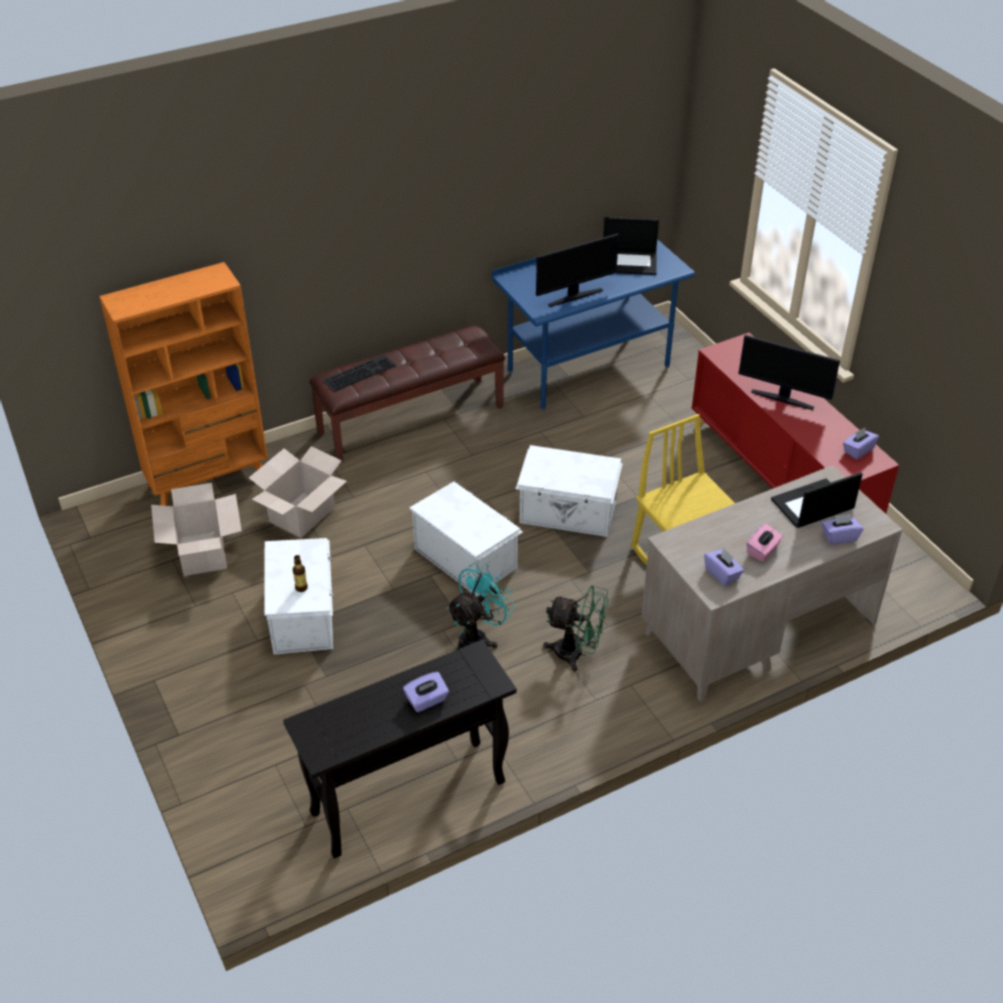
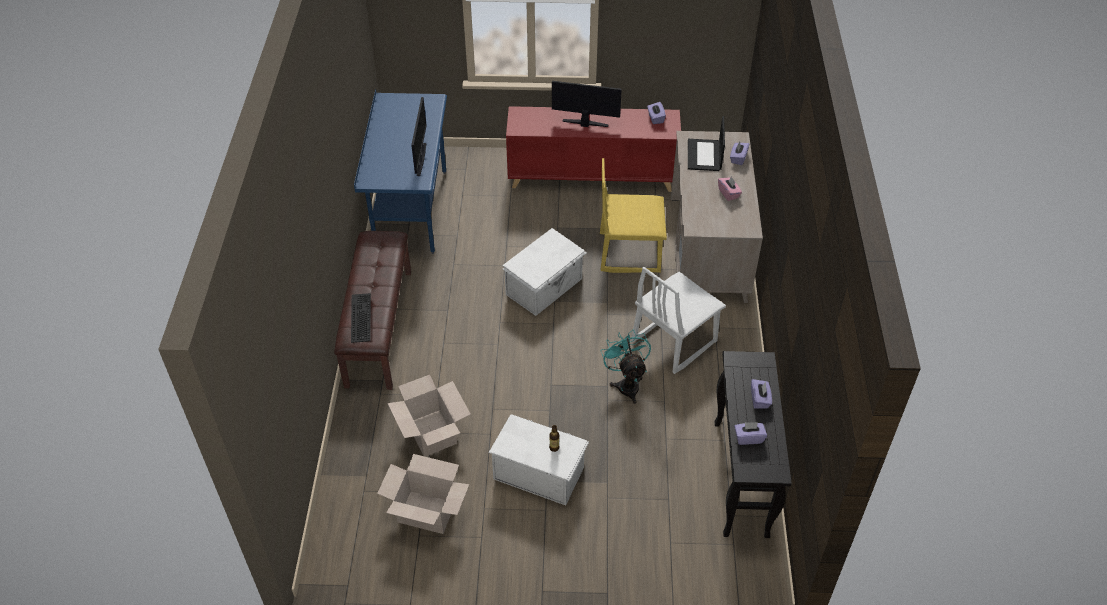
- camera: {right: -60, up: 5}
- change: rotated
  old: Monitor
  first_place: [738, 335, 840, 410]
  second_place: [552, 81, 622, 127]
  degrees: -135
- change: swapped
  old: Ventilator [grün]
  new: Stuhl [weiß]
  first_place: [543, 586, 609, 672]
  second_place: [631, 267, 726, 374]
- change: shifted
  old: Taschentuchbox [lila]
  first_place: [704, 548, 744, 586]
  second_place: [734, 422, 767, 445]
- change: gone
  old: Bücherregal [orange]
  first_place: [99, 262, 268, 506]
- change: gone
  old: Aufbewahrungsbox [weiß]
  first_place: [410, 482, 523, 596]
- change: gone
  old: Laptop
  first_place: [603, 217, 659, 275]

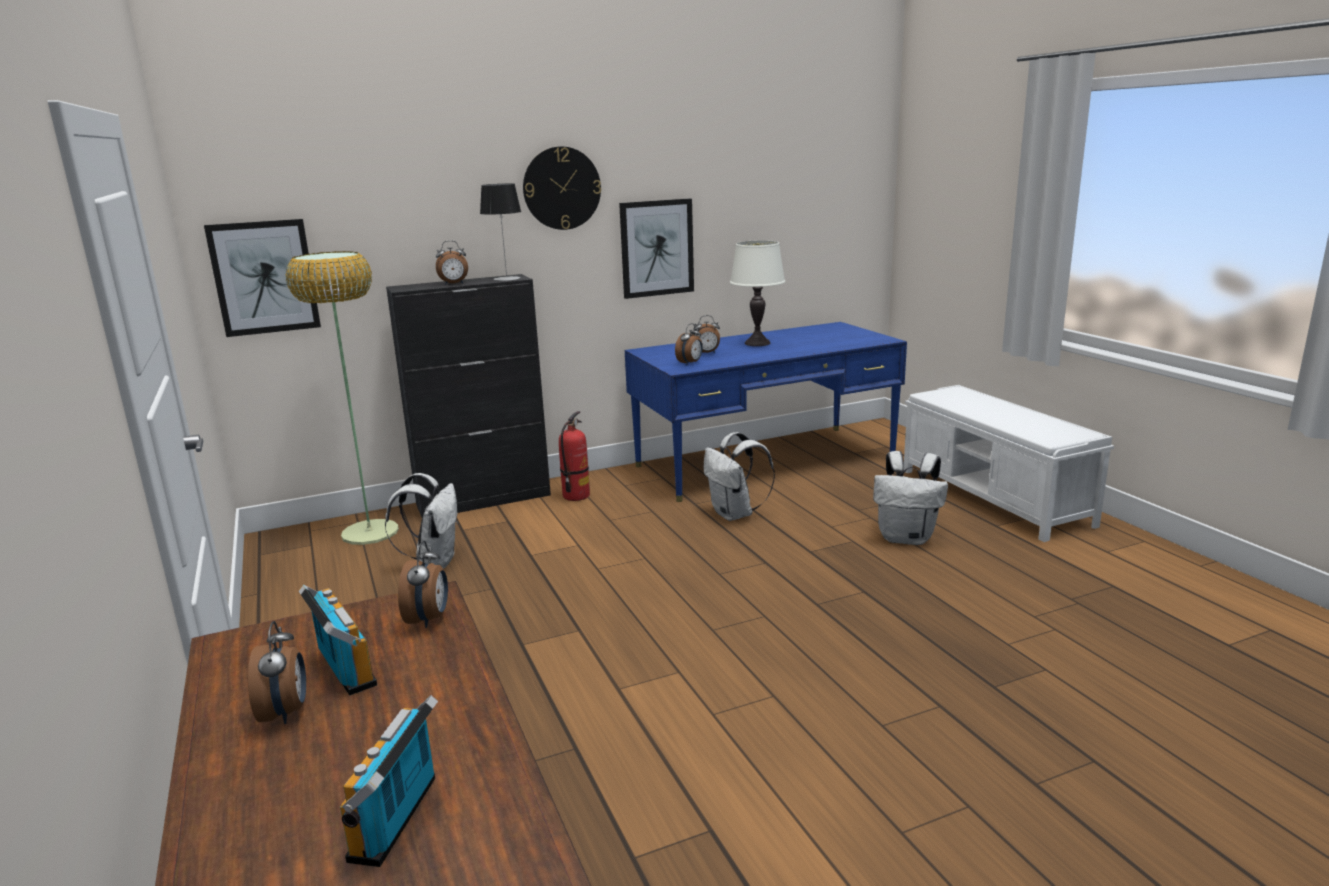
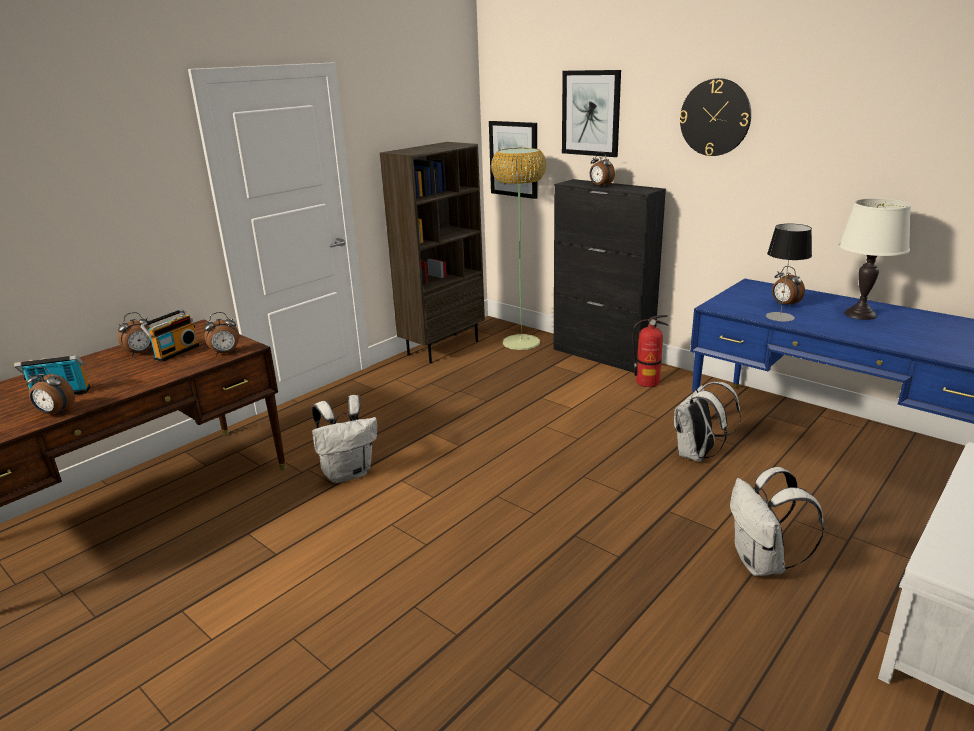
- camera: {right: 65, up: 5}
- change: shifted
  old: Wecker
  first_place: [675, 323, 703, 365]
  second_place: [26, 366, 75, 415]
- change: shifted
  old: Rucksack [weiß]
  first_place: [385, 473, 458, 569]
  second_place: [312, 395, 377, 483]
- change: new
  new: Bücherregal [braun]
  second_place: [380, 142, 485, 363]
- change: shifted
  old: Bild
  first_place: [619, 198, 694, 299]
  second_place: [562, 70, 621, 157]
- change: shifted
  old: Tischlampe
  first_place: [480, 183, 521, 281]
  second_place: [766, 224, 812, 322]

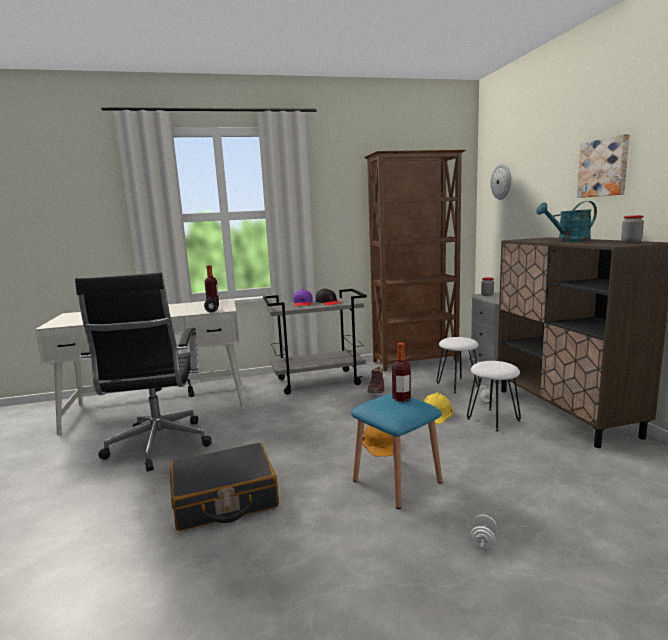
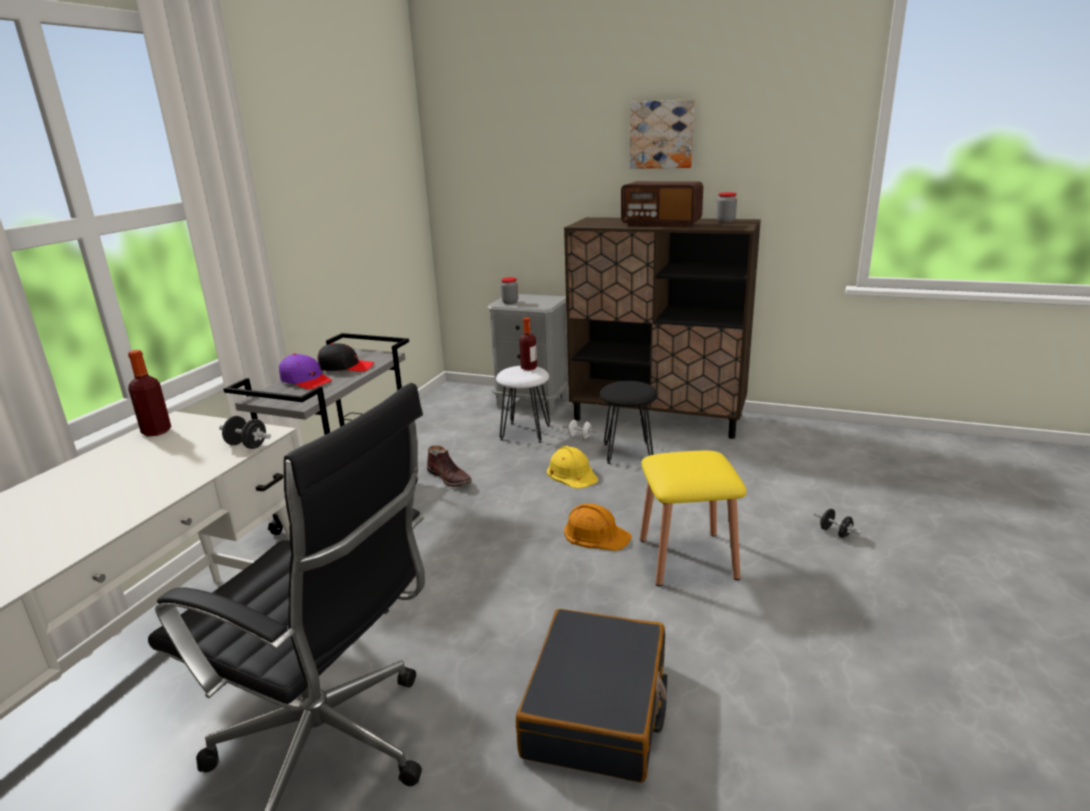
- camera: {right: -55, up: 10}
- change: shifted
  old: Flasche
  first_place: [392, 343, 411, 402]
  second_place: [519, 318, 537, 370]
- change: repainted
  old: Hocker [weiß]
  new: Hocker [schwarz]
  first_place: [467, 361, 521, 432]
  second_place: [600, 381, 658, 464]
- change: swapped
  old: Gießkanne [türkis]
  new: Radio
  first_place: [536, 201, 597, 242]
  second_place: [621, 181, 703, 228]
- change: repainted
  old: Hocker [blau]
  new: Hocker [gelb]
  first_place: [351, 393, 442, 509]
  second_place: [640, 451, 746, 586]
- change: new
  new: Hantel [schwarz]
  second_place: [814, 509, 861, 538]
- change: gone
  old: Bücherregal [braun]
  first_place: [364, 150, 466, 372]
- change: gone
  old: Hantel [weiß]
  first_place: [471, 514, 497, 550]
- change: gone
  old: Wanduhr
  first_place: [491, 164, 511, 200]

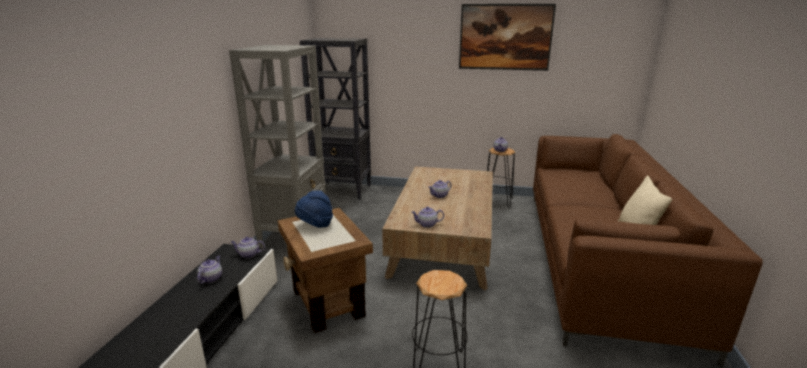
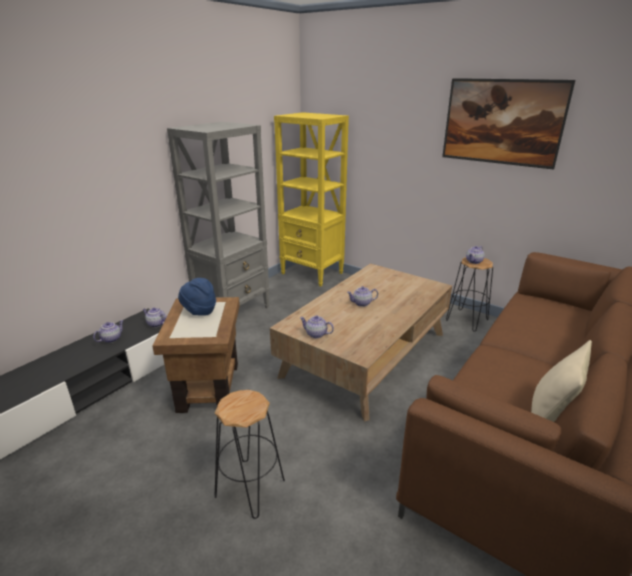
- camera: {right: 25, up: 5}
- change: repainted
  old: Bücherregal [schwarz]
  new: Bücherregal [gelb]
  first_place: [300, 38, 371, 199]
  second_place: [274, 112, 349, 287]

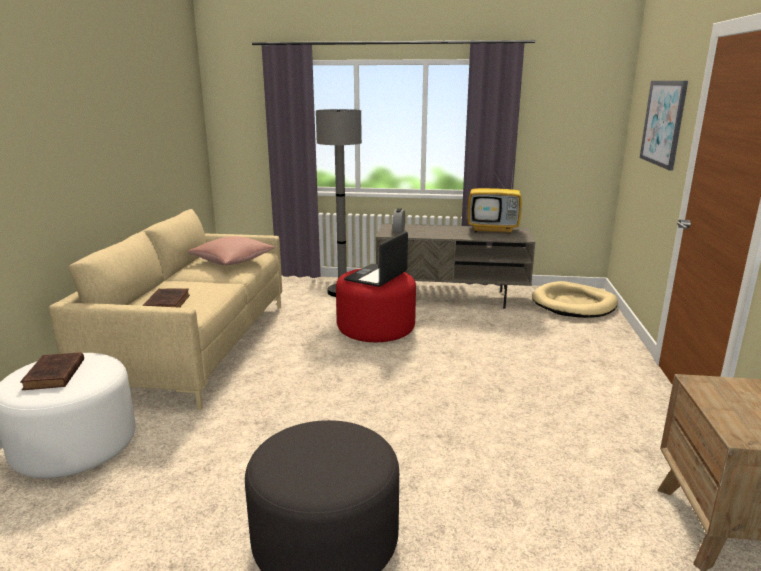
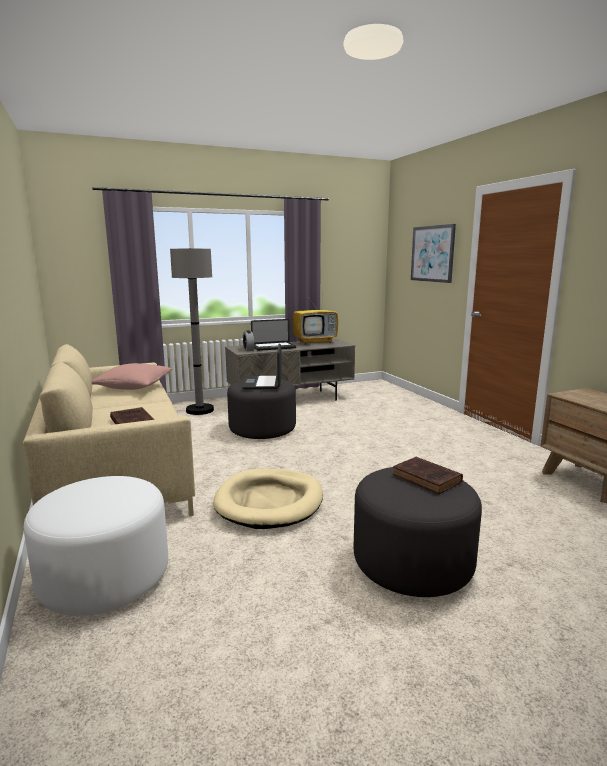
- camera: {right: -30, up: -5}
- change: shifted
  old: Hundebett [beige]
  first_place: [532, 281, 618, 318]
  second_place: [213, 469, 323, 529]
- change: repainted
  old: Polsterhocker [rot]
  new: Polsterhocker [grau]
  first_place: [336, 268, 416, 342]
  second_place: [227, 379, 296, 439]
- change: new
  new: Laptop
  second_place: [251, 319, 296, 351]
- change: shifted
  old: Buch [braun]
  first_place: [20, 352, 84, 390]
  second_place: [393, 457, 463, 494]

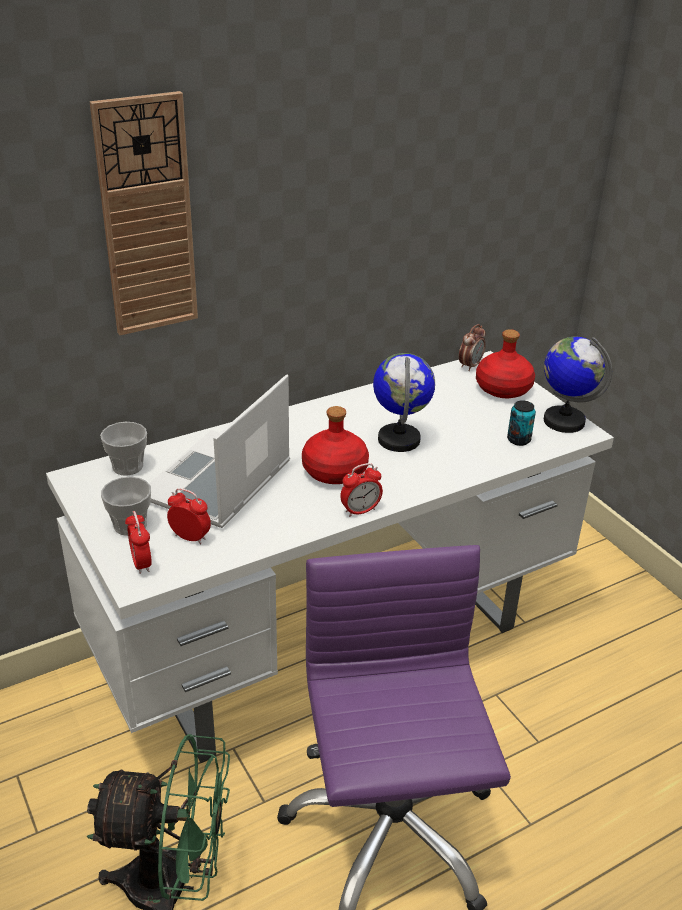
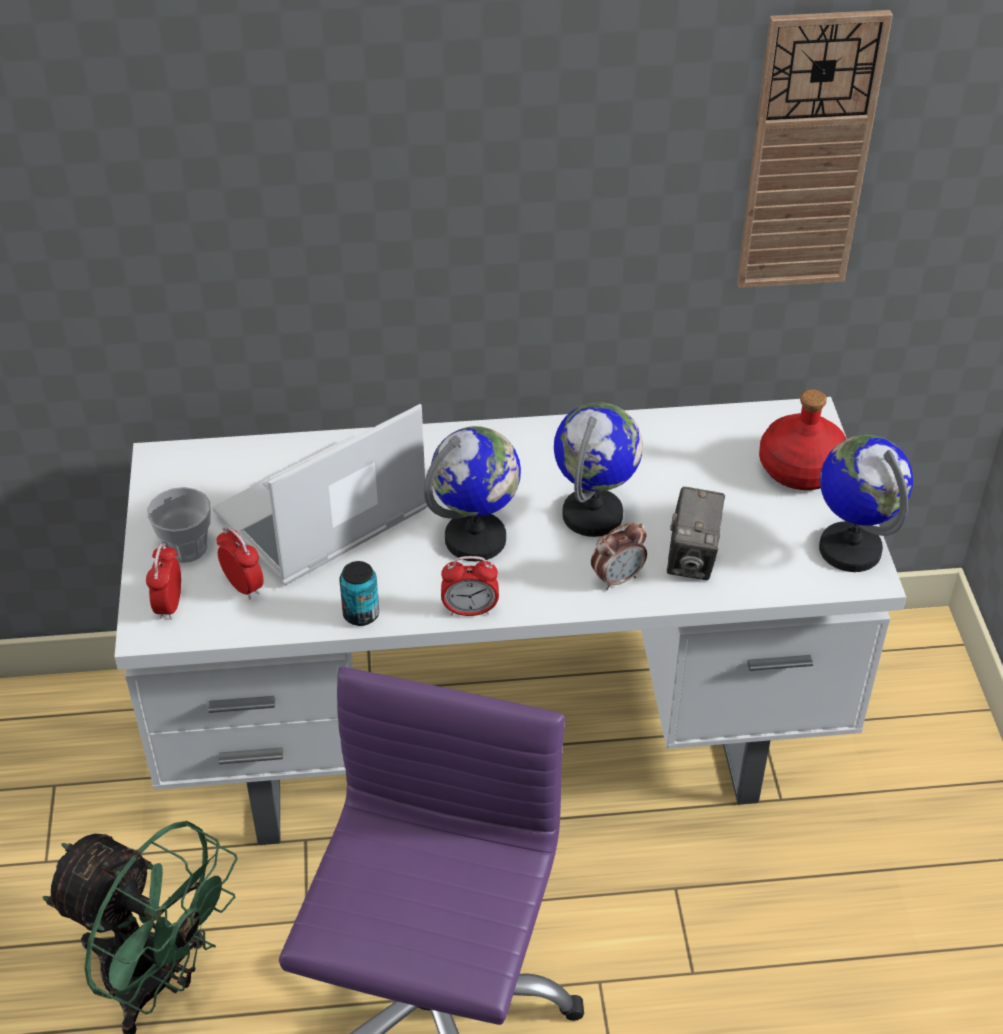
- camera: {right: 25, up: 10}
- change: shifted
  old: Dose
  first_place: [507, 400, 536, 446]
  second_place: [339, 561, 379, 626]
- change: swapped
  old: Flasche [rot]
  new: Globus
  first_place: [302, 406, 369, 484]
  second_place: [424, 426, 521, 562]
- change: shifted
  old: Wecker
  first_place: [459, 324, 486, 371]
  second_place: [591, 522, 647, 590]
- change: new
  new: Kamera
  second_place: [667, 487, 725, 580]
- change: shifted
  old: Wanduhr
  first_place: [90, 91, 198, 335]
  second_place: [737, 10, 893, 288]
- change: gone
  old: Tasse
  first_place: [100, 422, 147, 476]

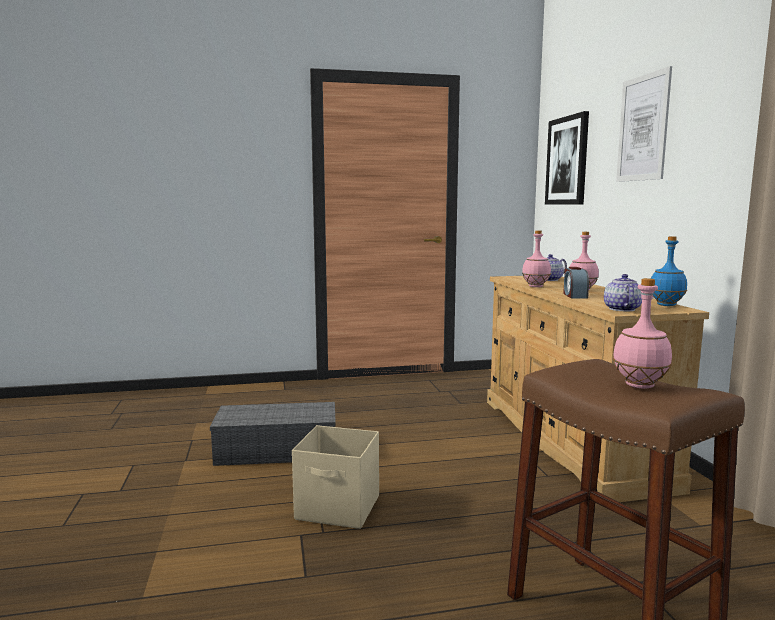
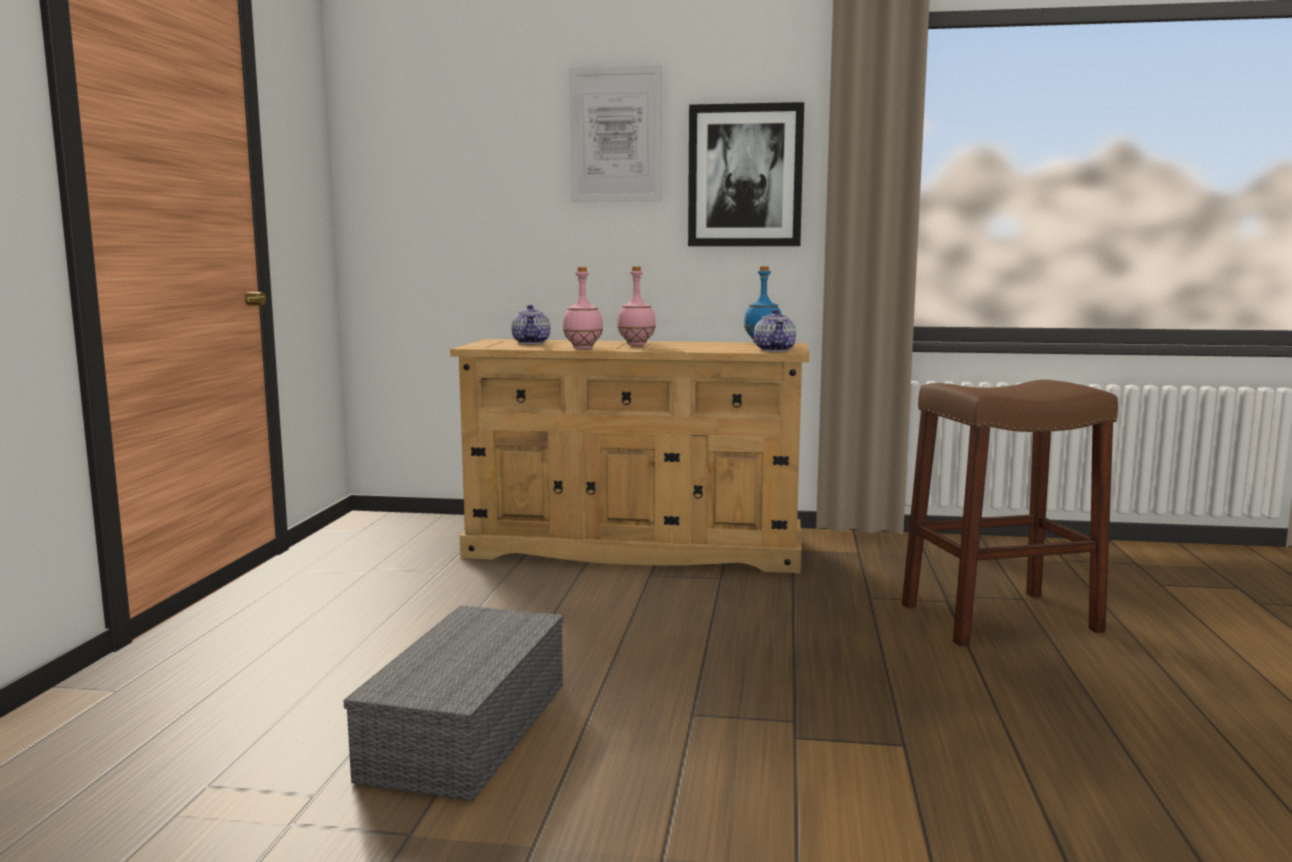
- camera: {right: -70, up: 0}
- change: shifted
  old: Bild
  first_place: [545, 111, 589, 204]
  second_place: [688, 102, 804, 246]
- change: rotated
  old: Teekanne
  first_place: [604, 274, 642, 311]
  second_place: [754, 309, 796, 352]
  degrees: -120
- change: gone
  old: Aufbewahrungsbox [beige]
  first_place: [292, 425, 379, 529]
- change: gone
  old: Wecker
  first_place: [563, 267, 589, 298]
- change: gone
  old: Flasche [rosa]
  first_place: [613, 278, 672, 389]

